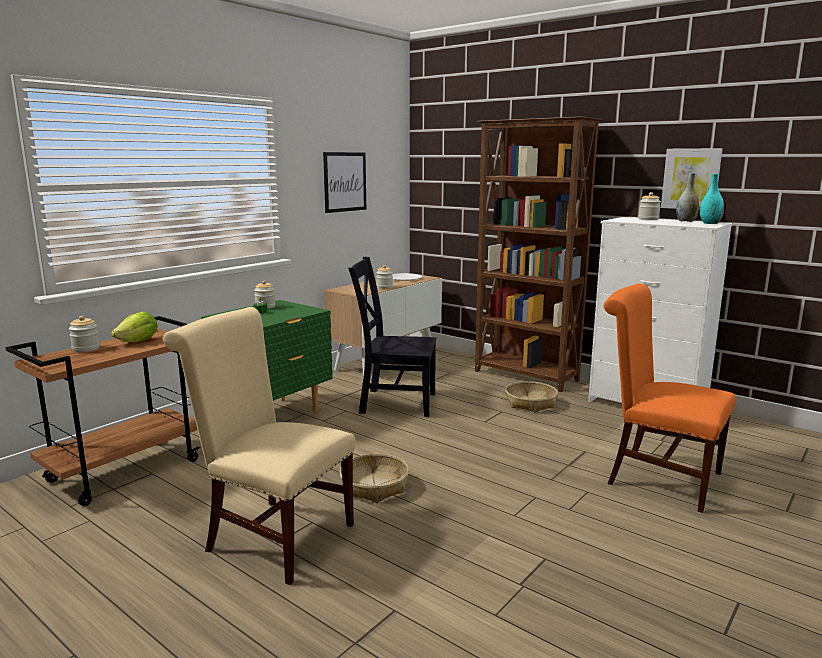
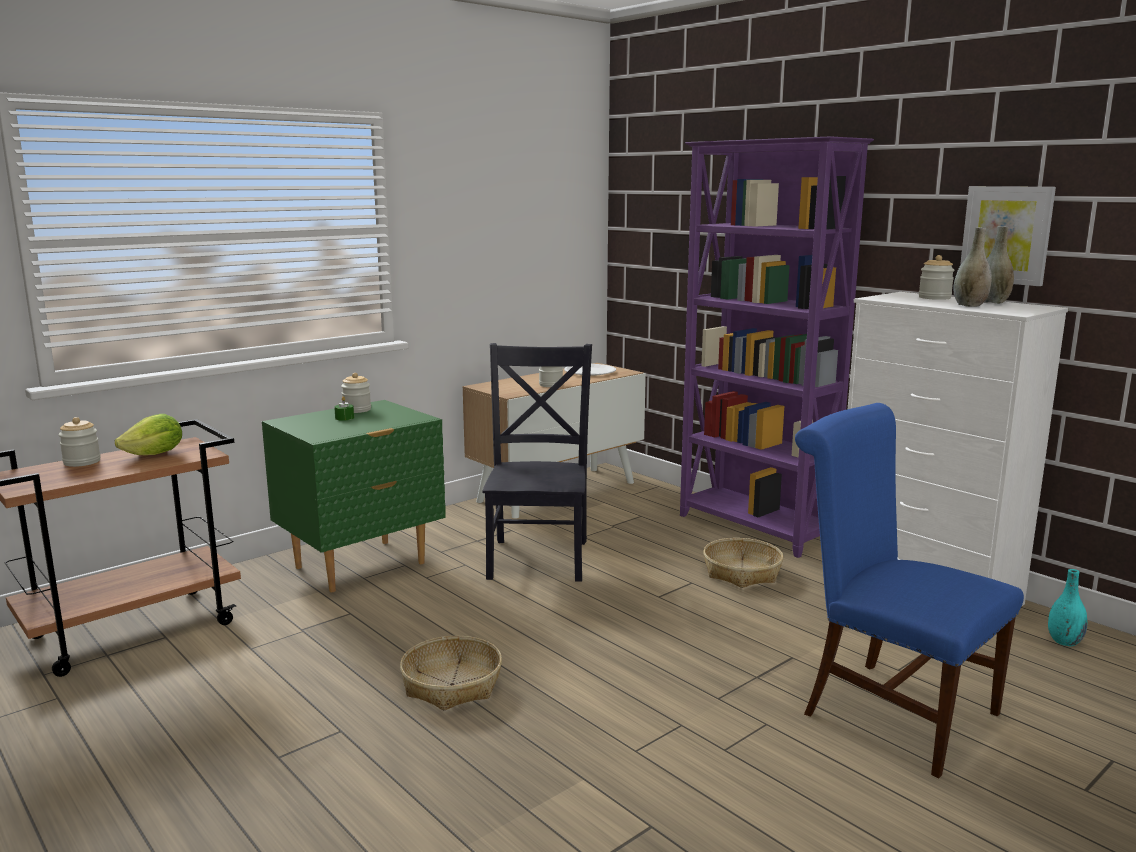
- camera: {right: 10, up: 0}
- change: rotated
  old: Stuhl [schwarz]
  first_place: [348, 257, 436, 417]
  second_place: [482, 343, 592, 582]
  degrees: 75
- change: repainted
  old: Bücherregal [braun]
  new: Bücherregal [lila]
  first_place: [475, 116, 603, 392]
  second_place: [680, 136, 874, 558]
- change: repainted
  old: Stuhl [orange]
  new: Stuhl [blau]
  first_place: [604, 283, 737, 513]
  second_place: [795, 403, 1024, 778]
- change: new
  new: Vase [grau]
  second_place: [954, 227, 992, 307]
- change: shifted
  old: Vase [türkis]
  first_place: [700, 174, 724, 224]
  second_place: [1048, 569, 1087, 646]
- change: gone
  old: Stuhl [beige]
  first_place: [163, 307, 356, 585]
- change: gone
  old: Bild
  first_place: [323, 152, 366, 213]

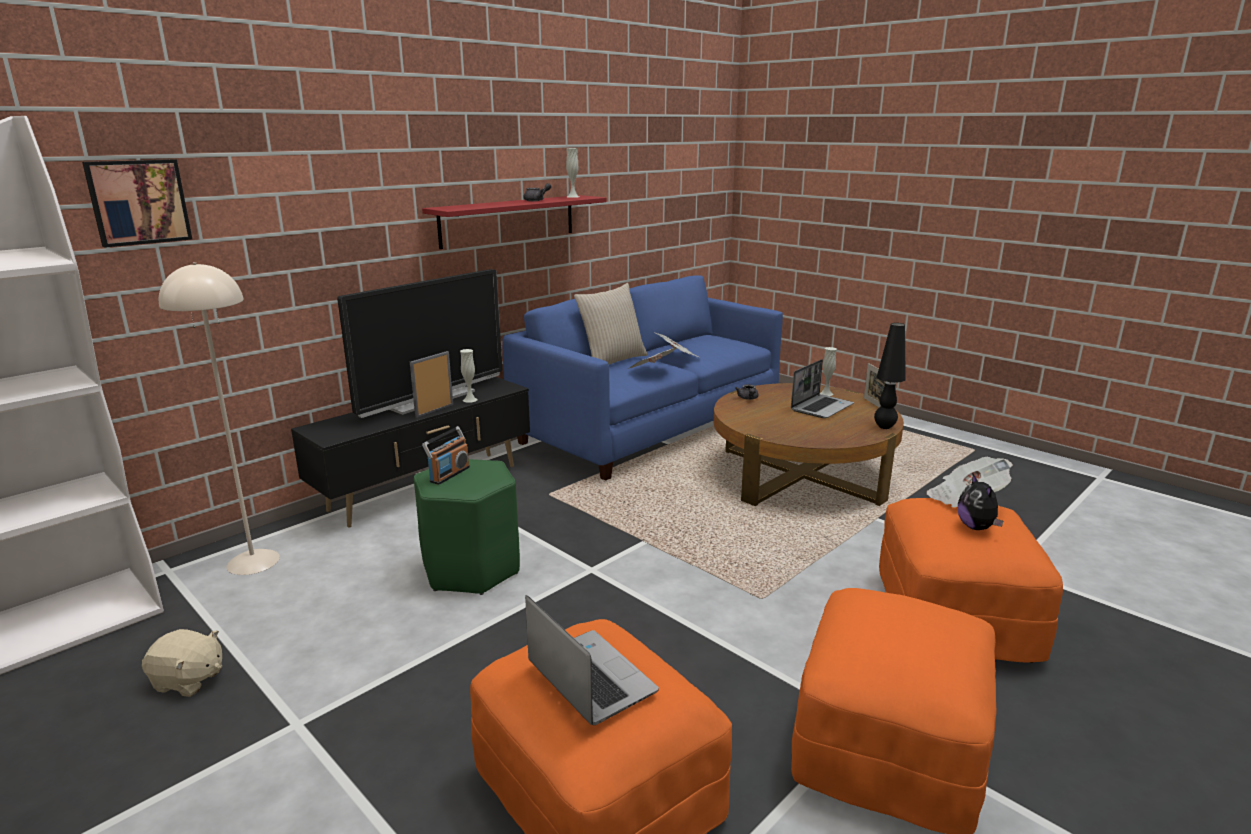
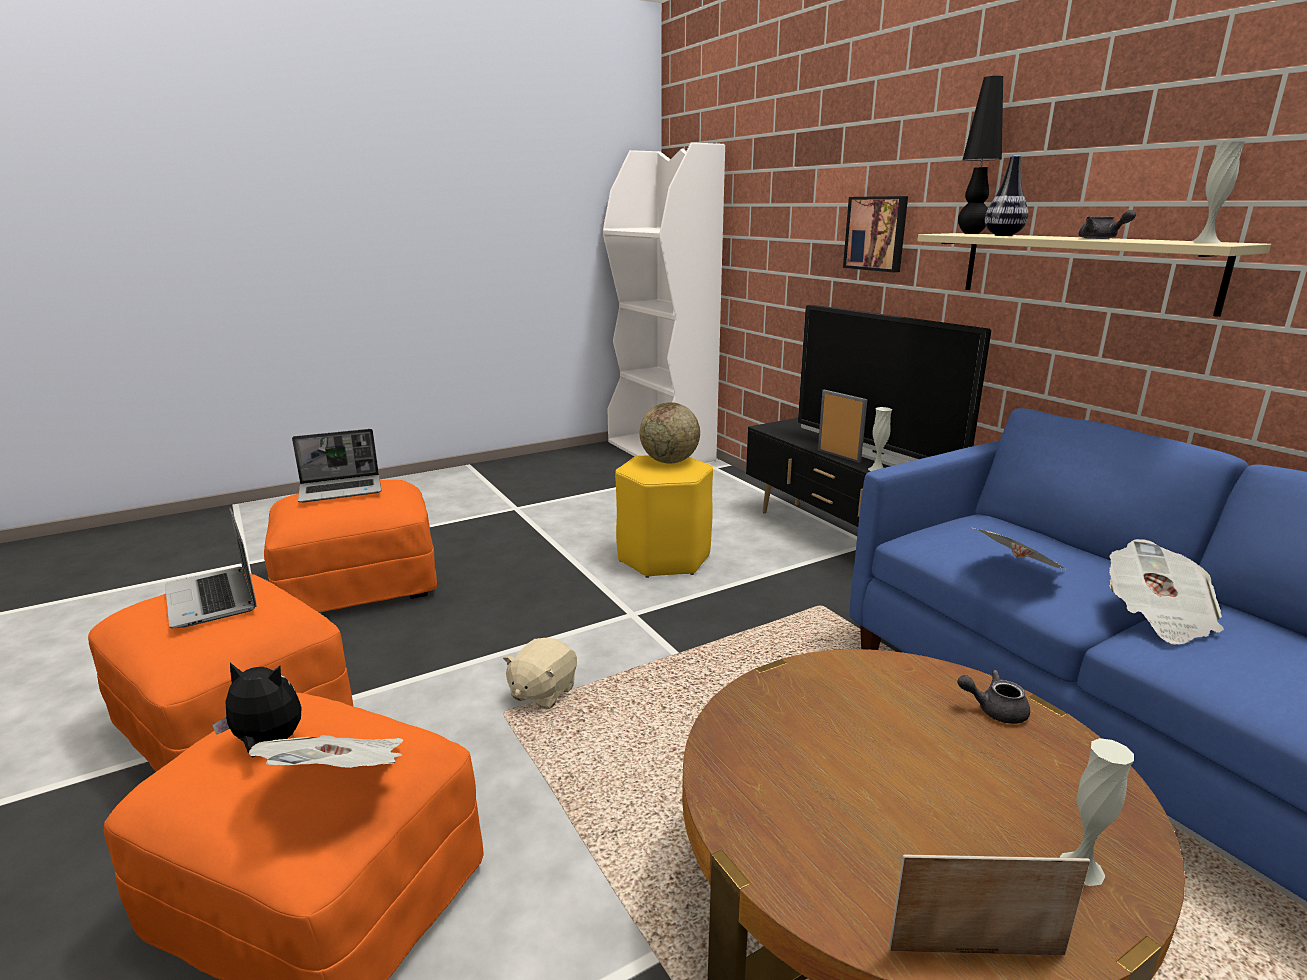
- camera: {right: 105, up: 0}
- change: shifted
  old: Laptop
  first_place: [791, 359, 854, 418]
  second_place: [165, 508, 257, 628]
- change: shifted
  old: Plüschtier [beige]
  first_place: [142, 629, 222, 697]
  second_place: [503, 638, 577, 709]
- change: repainted
  old: Hocker [grün]
  new: Hocker [gelb]
  first_place: [414, 459, 520, 595]
  second_place: [615, 455, 713, 578]
- change: swapped
  old: Radio
  new: Globus
  first_place: [422, 426, 470, 485]
  second_place: [640, 402, 700, 464]
- change: shifted
  old: Bild
  first_place: [82, 159, 192, 248]
  second_place: [843, 196, 908, 272]
- change: repainted
  old: Wandregal [rot]
  new: Wandregal [beige]
  first_place: [422, 195, 606, 249]
  second_place: [917, 233, 1271, 317]
- change: shifted
  old: Tischlampe [schwarz]
  first_place: [874, 323, 906, 429]
  second_place: [958, 76, 1003, 234]
- change: new
  new: Vase
  second_place: [985, 156, 1028, 236]
- change: gone
  old: Stehlampe [beige]
  first_place: [159, 262, 280, 575]
- change: gone
  old: Kissen [beige]
  first_place: [574, 283, 648, 365]

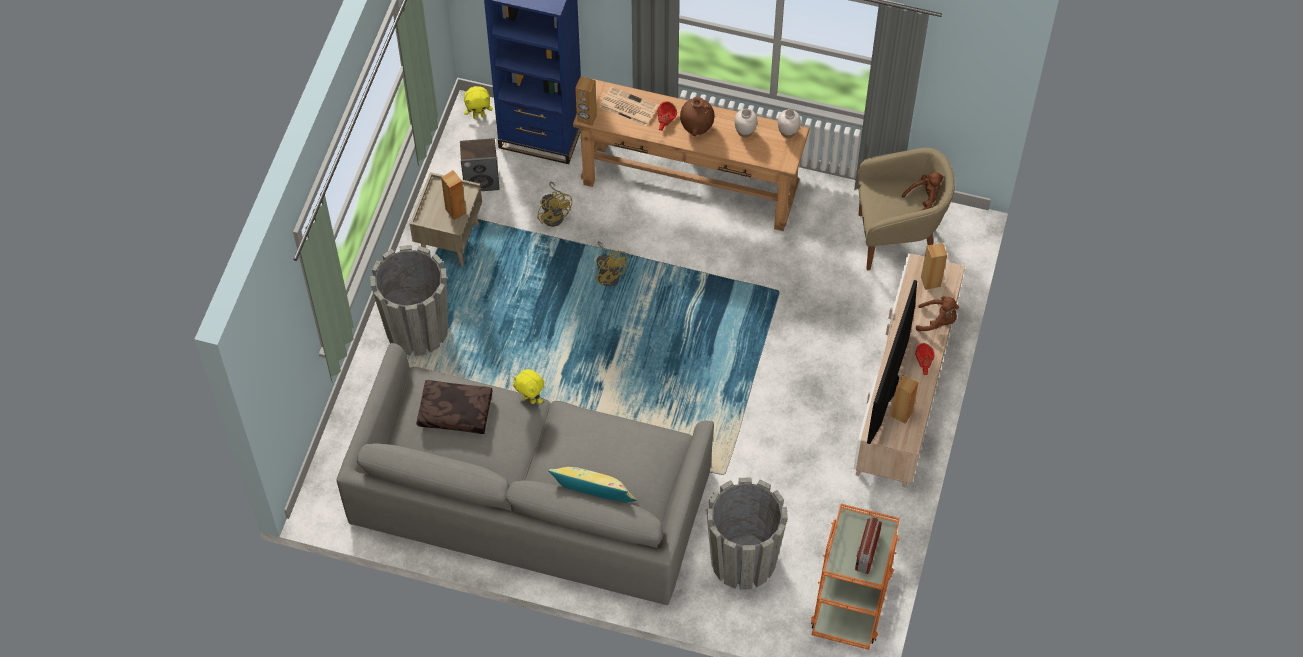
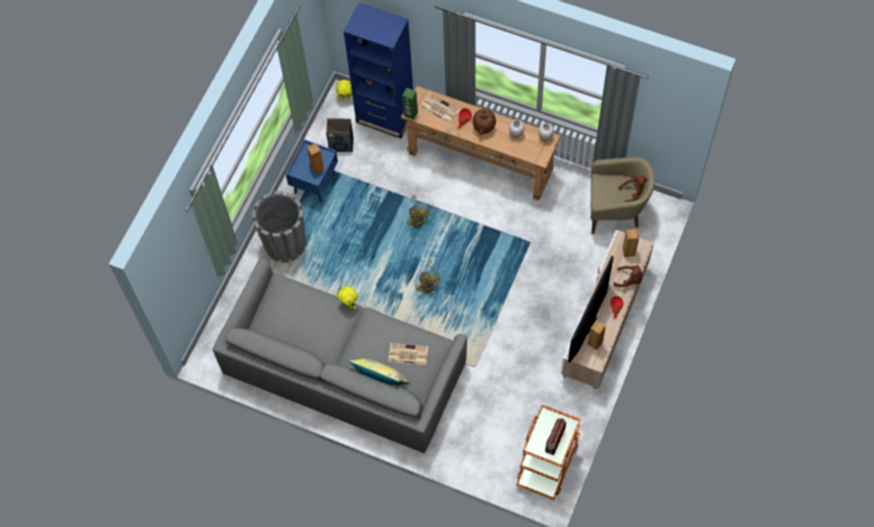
- camera: {right: 10, up: 5}
- change: repainted
  old: Nachttisch [beige]
  new: Nachttisch [blau]
  first_place: [410, 172, 482, 266]
  second_place: [286, 139, 338, 203]
- change: new
  new: Zeitung
  second_place: [388, 343, 428, 365]
- change: repainted
  old: Lautsprecher [braun]
  new: Lautsprecher [grün]
  first_place: [575, 76, 597, 126]
  second_place: [402, 88, 418, 120]
- change: shifted
  old: Ventilator [gelb]
  first_place: [537, 182, 572, 227]
  second_place: [416, 260, 441, 293]
- change: gone
  old: Kissen [braun]
  first_place: [417, 380, 493, 434]
- change: gone
  old: Pflanzkübel [grau]
  first_place: [707, 477, 788, 590]

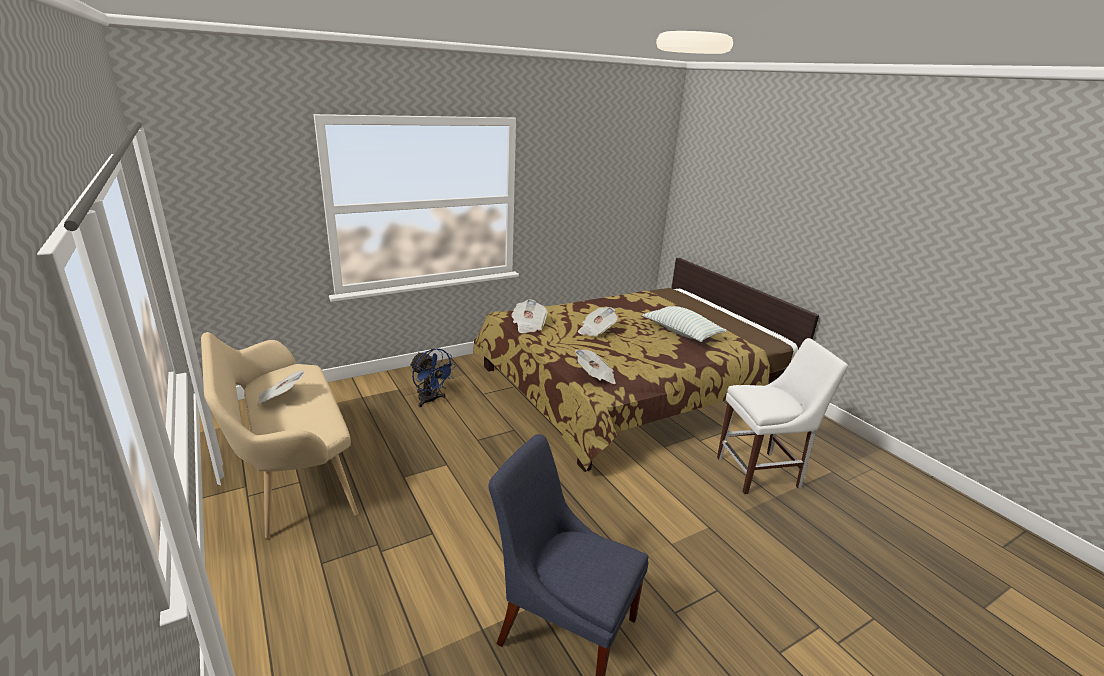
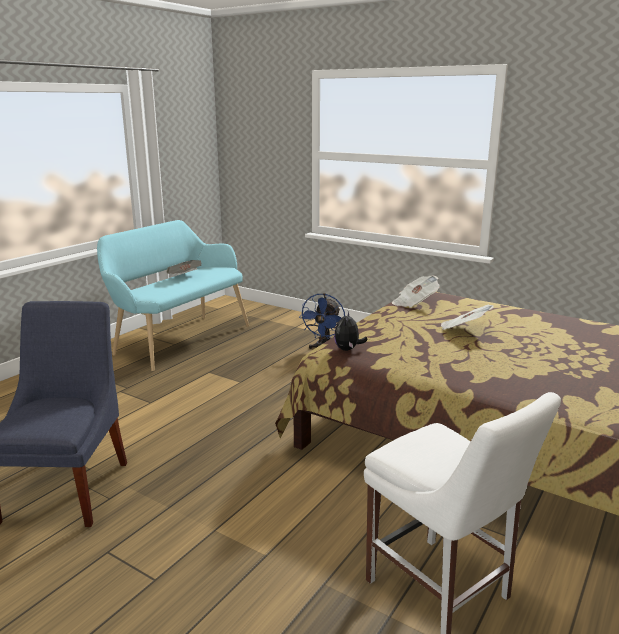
- camera: {right: 65, up: -5}
- change: repainted
  old: Bank [beige]
  new: Bank [türkis]
  first_place: [201, 332, 358, 538]
  second_place: [97, 220, 249, 372]
- change: swapped
  old: Zeitung
  new: Plüschtier
  first_place: [575, 349, 616, 384]
  second_place: [334, 311, 368, 351]
- change: gone
  old: Kissen
  first_place: [642, 306, 727, 342]

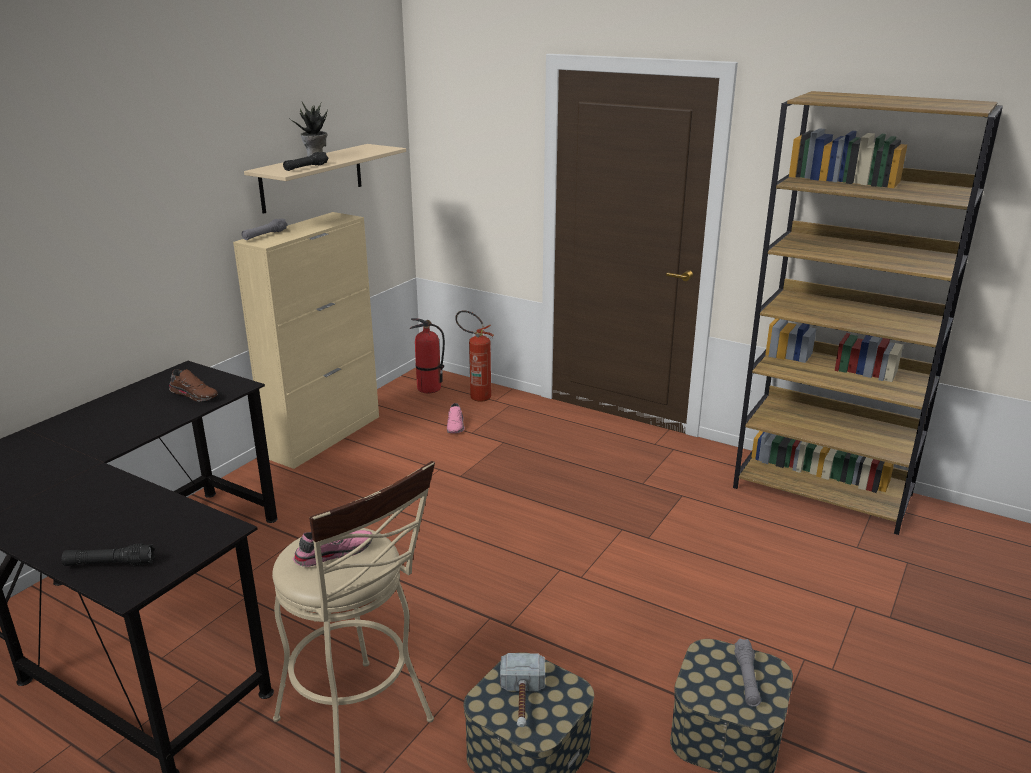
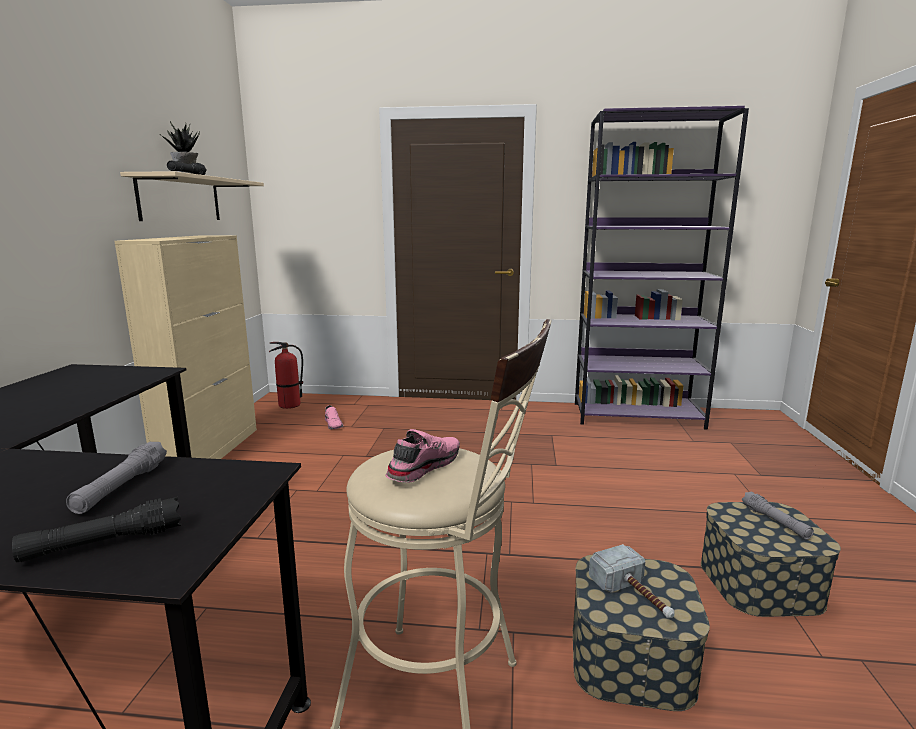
- camera: {right: -25, up: -10}
- change: shifted
  old: Taschenlampe [grau]
  first_place: [241, 218, 288, 240]
  second_place: [66, 442, 167, 514]
- change: repainted
  old: Bücherregal [braun]
  new: Bücherregal [lila]
  first_place: [733, 91, 1003, 535]
  second_place: [575, 106, 749, 430]
- change: gone
  old: Schuh [braun]
  first_place: [169, 369, 218, 402]
- change: gone
  old: Feuerlöscher
  first_place: [455, 310, 494, 402]

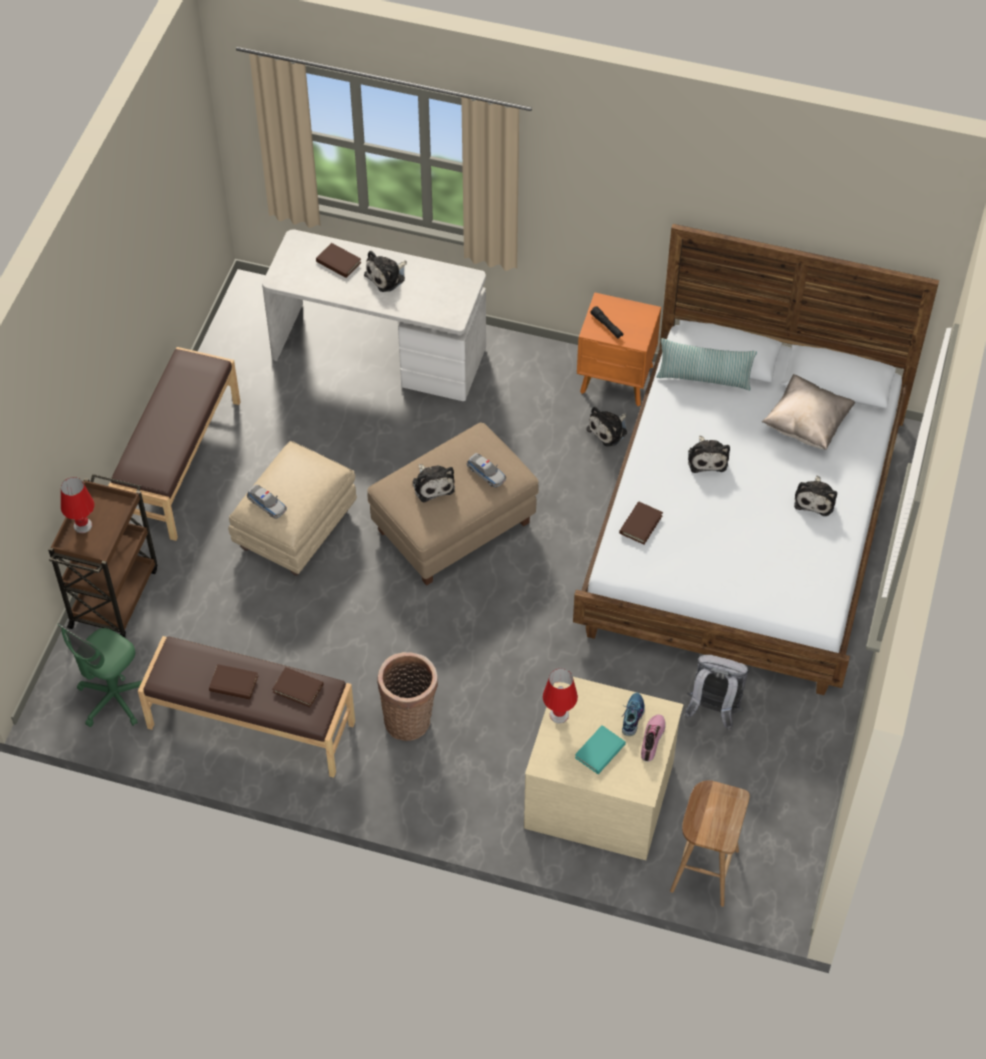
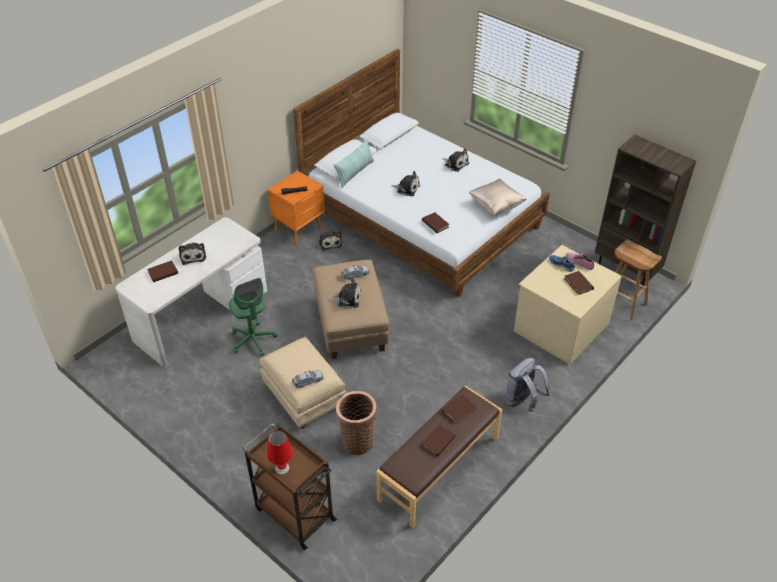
- camera: {right: -65, up: -10}
- change: shifted
  old: Bürostuhl [grün]
  first_place: [58, 623, 142, 727]
  second_place: [229, 278, 277, 356]
- change: shifted
  old: Korb
  first_place: [377, 652, 438, 741]
  second_place: [336, 391, 377, 455]
- change: shifted
  old: Kissen [beige]
  first_place: [762, 374, 855, 450]
  second_place: [469, 179, 527, 215]
- change: shifted
  old: Rucksack [grau]
  first_place: [684, 655, 748, 731]
  second_place: [505, 358, 550, 412]
- change: repainted
  old: Buch [türkis]
  new: Buch [braun]
  first_place: [575, 725, 626, 774]
  second_place: [564, 271, 594, 295]
- change: new
  new: Bücherregal [braun]
  second_place: [595, 135, 696, 286]
- change: gone
  old: Bank [braun]
  first_place: [108, 347, 240, 541]
- change: gone
  old: Tischlampe [rot]
  first_place: [543, 669, 578, 723]

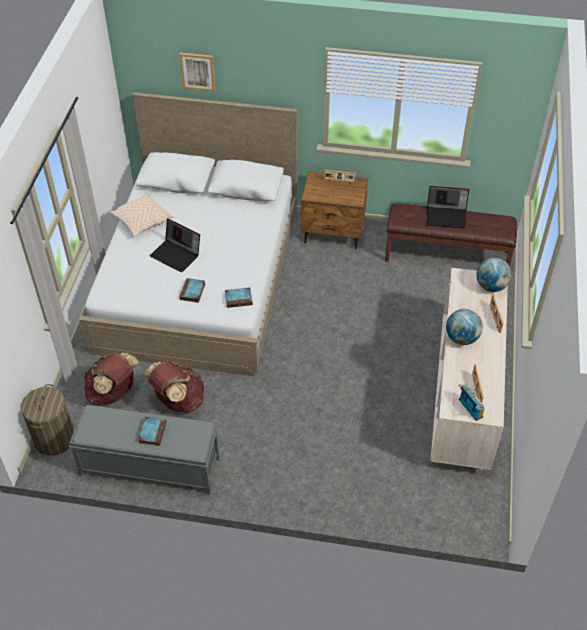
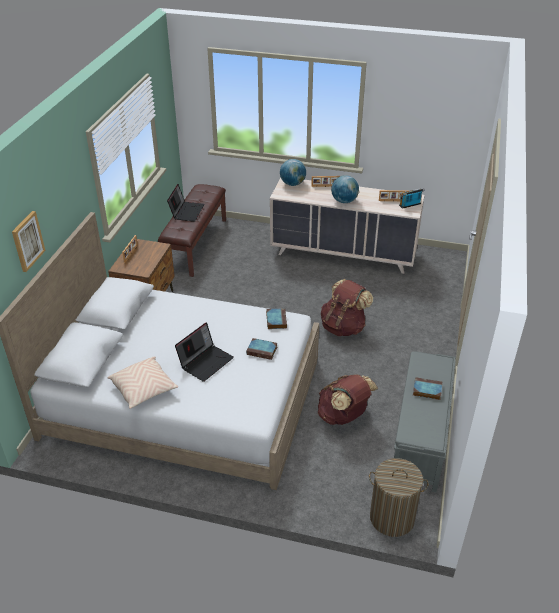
- camera: {right: -85, up: -10}
- change: shifted
  old: Rucksack [braun]
  first_place: [84, 353, 139, 406]
  second_place: [321, 279, 373, 336]

